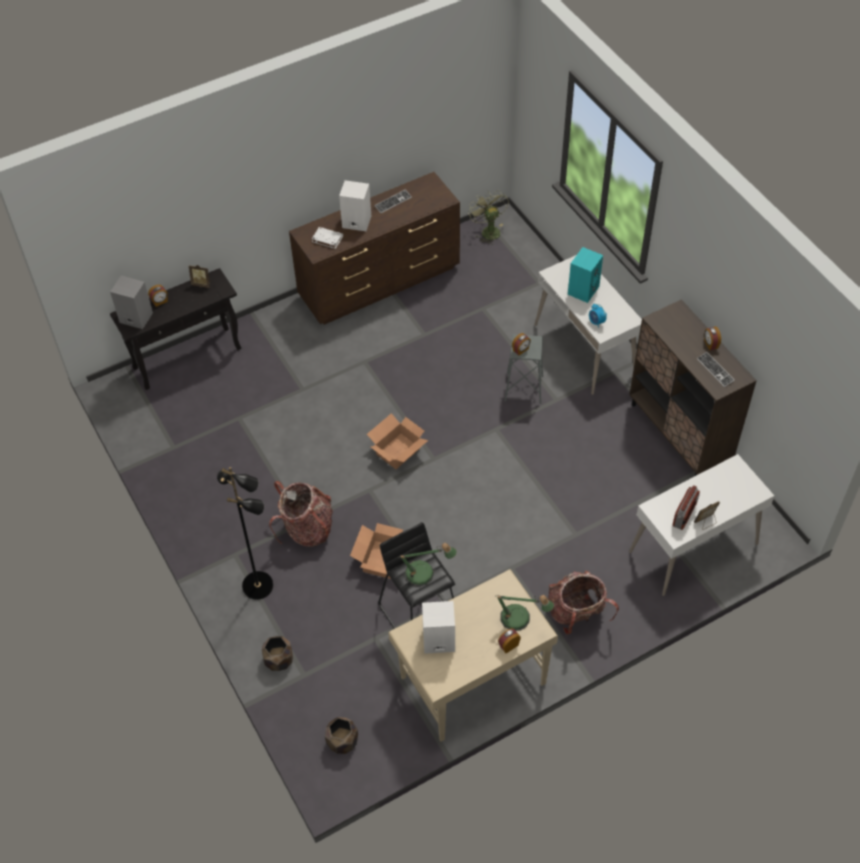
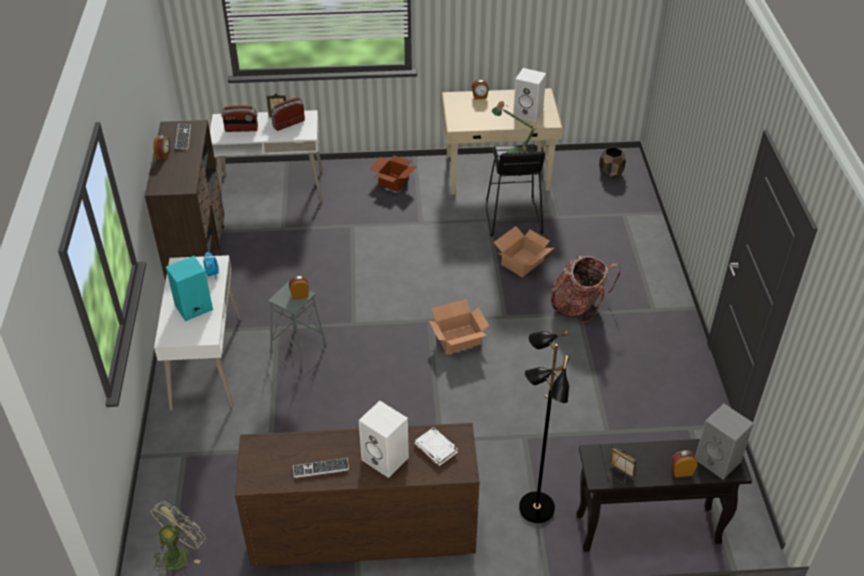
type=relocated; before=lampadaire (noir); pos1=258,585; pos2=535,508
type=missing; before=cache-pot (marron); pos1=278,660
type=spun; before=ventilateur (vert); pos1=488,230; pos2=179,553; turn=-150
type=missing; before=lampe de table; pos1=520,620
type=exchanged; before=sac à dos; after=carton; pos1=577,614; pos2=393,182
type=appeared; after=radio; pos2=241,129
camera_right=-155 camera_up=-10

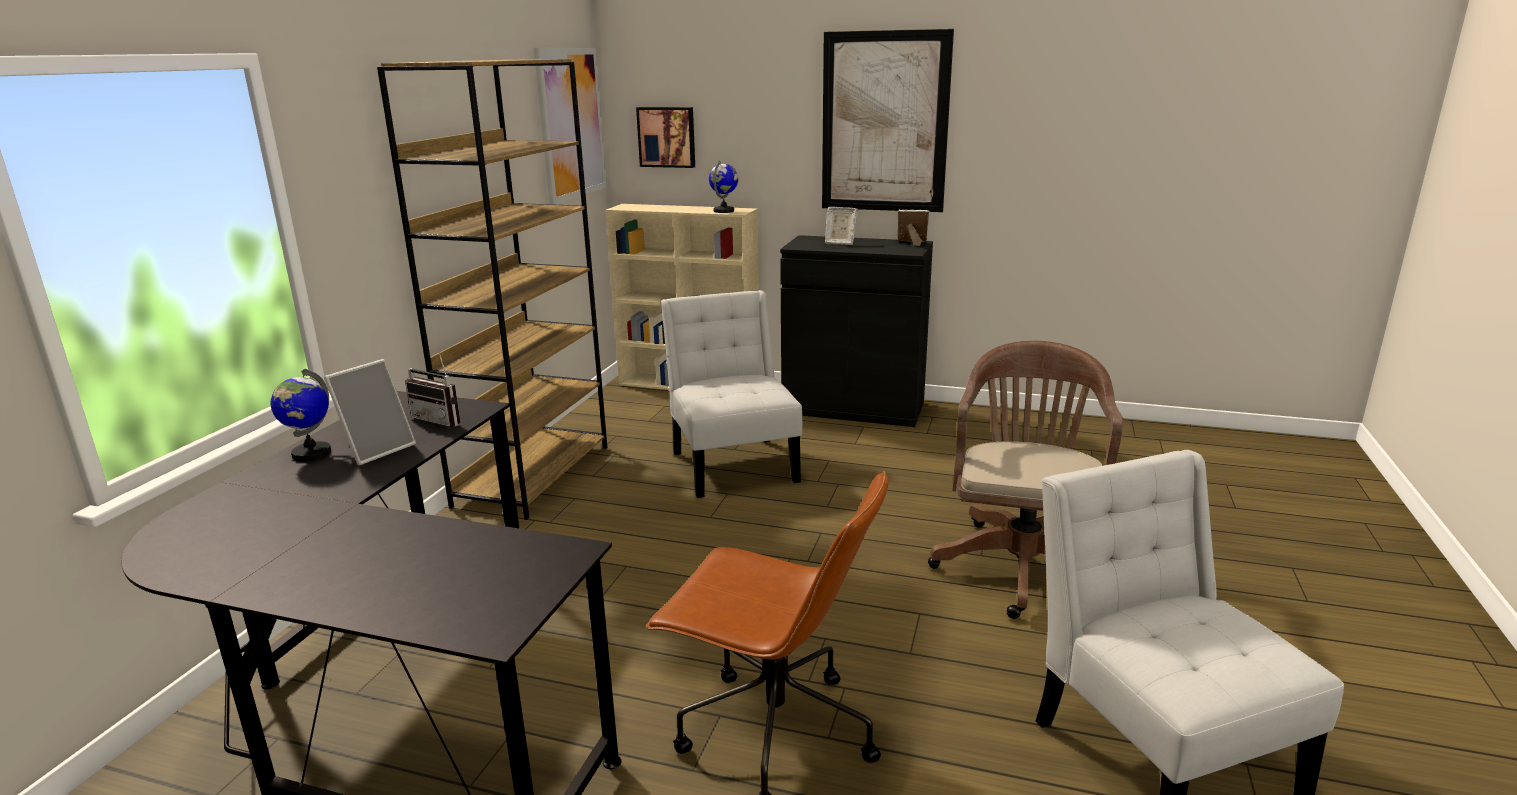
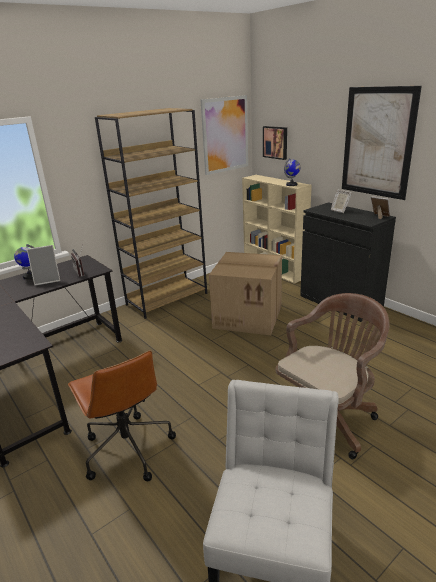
type=exchanged; before=chaise (blanc); after=carton; pos1=733,463; pos2=249,316
camera_right=35 camera_up=5

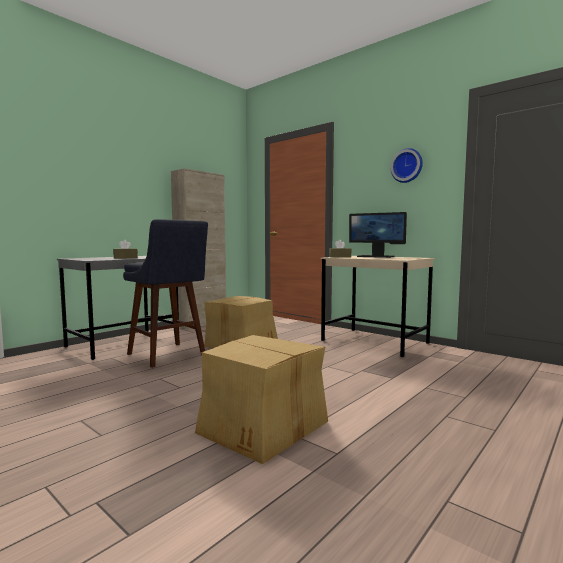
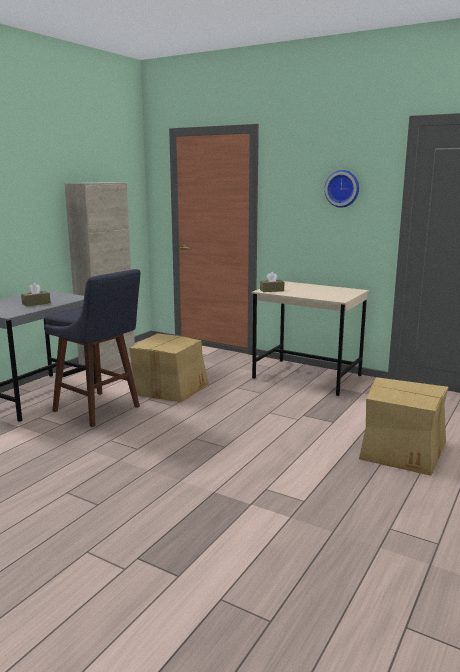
type=relocated; before=carton; pos1=261,426; pos2=402,450
type=missing; before=écran d'ordinateur; pos1=376,256
camera_right=-10 camera_up=10

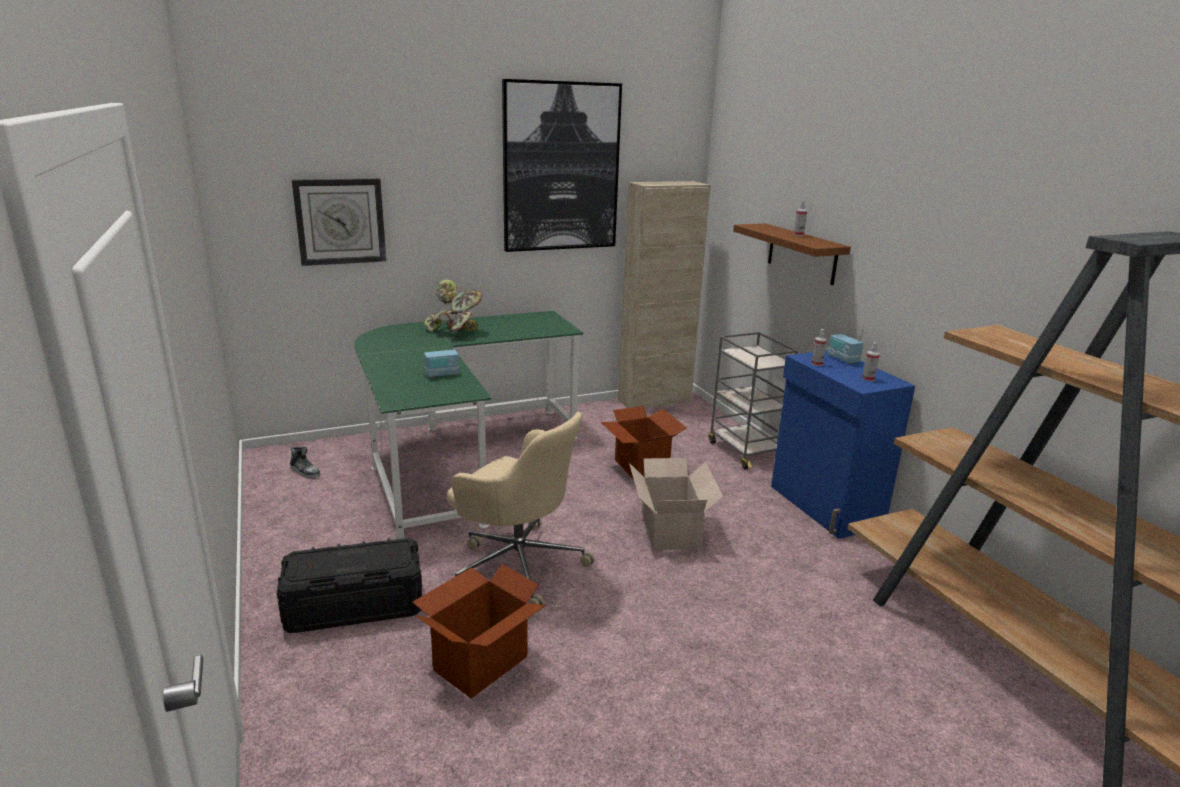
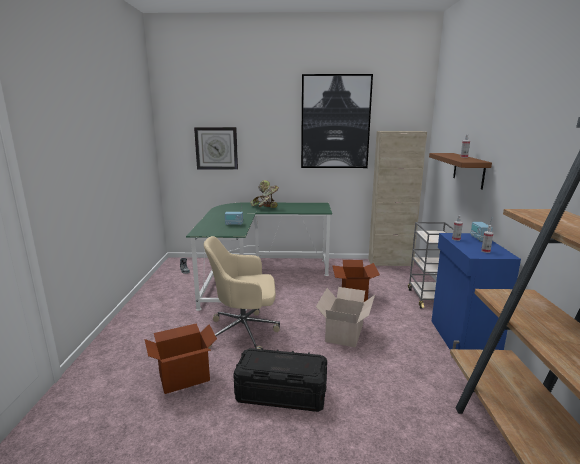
type=relocated; before=boîte de rangement (noir); pos1=355,606; pos2=281,393
type=spun; before=chaise de bureau (beige); pos1=518,564; pos2=244,332; turn=120
camera_right=25 camera_up=-5

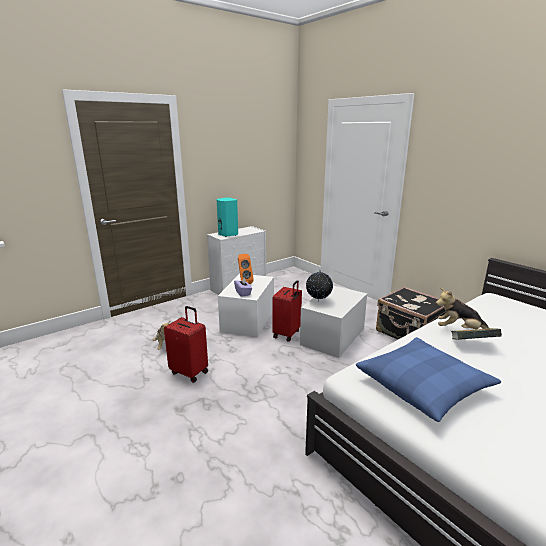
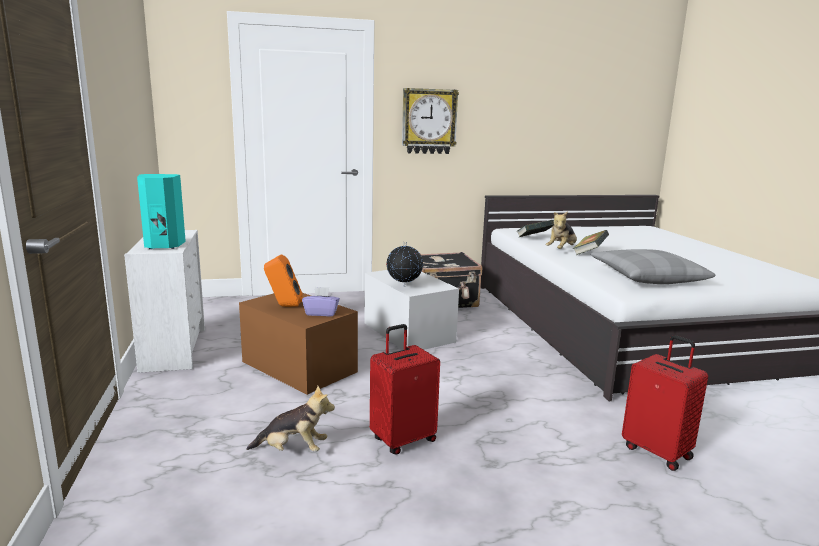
type=colour; before=boîte de rangement (blanc); after=boîte de rangement (marron); pos1=248,319; pos2=298,366
type=relocated; before=valise (rouge); pos1=287,334; pos2=657,452
type=colour; before=coussin (bleu); after=coussin (gris); pos1=423,385; pos2=647,277
type=appeared; after=horloge murale; pos2=429,121
type=appeared; after=livre; pos2=534,238
camera_right=-65 camera_up=-5

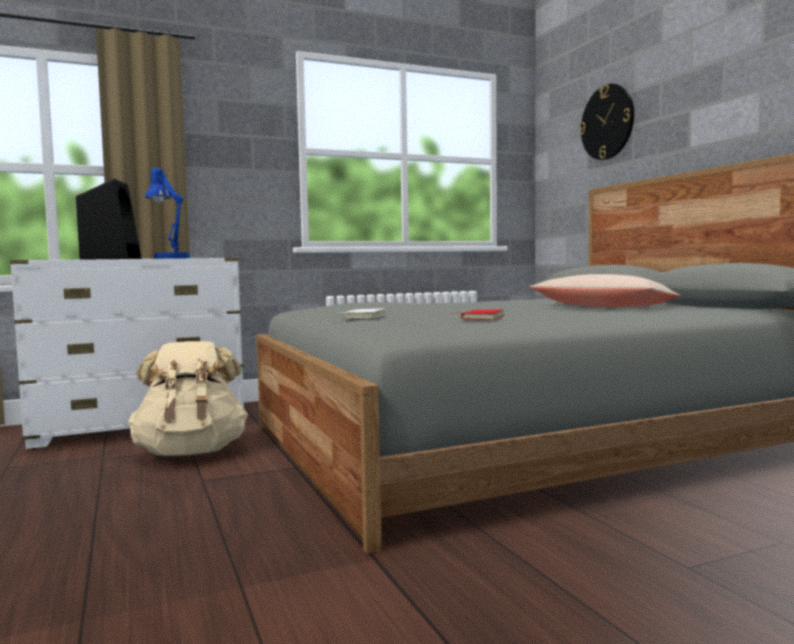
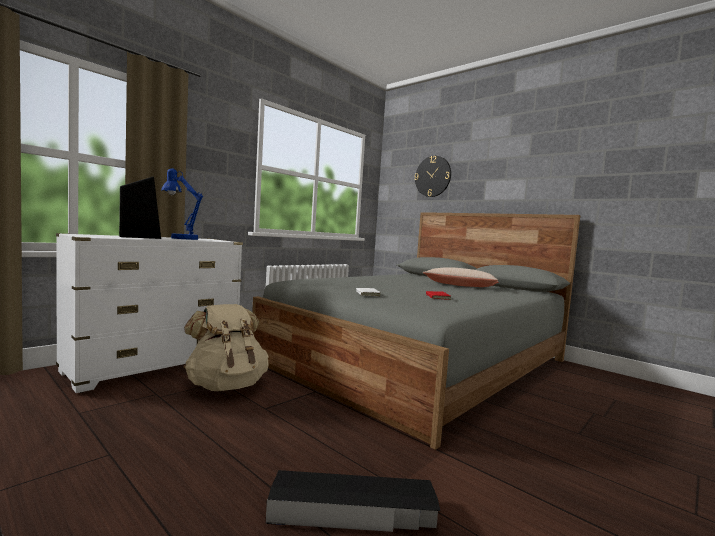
type=appeared; after=boîte de rangement (noir); pos2=353,511
camera_right=-25 camera_up=0

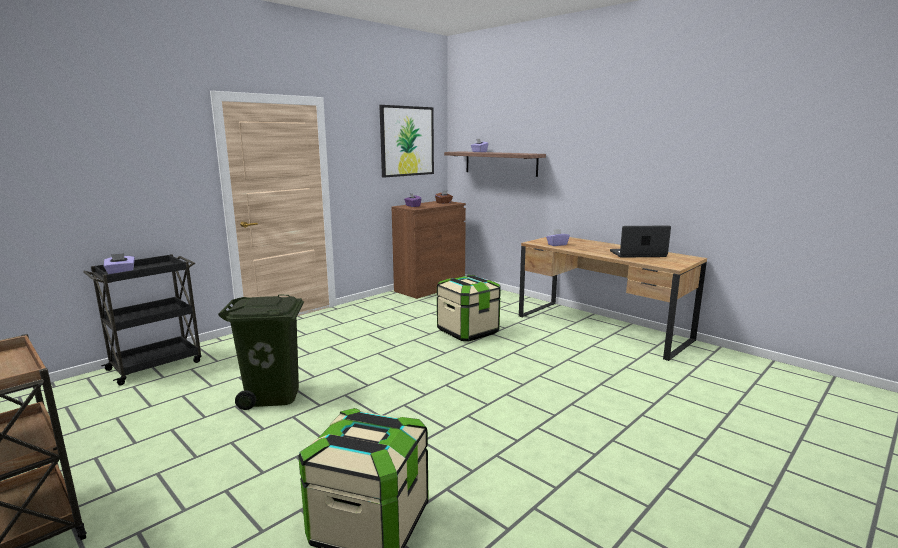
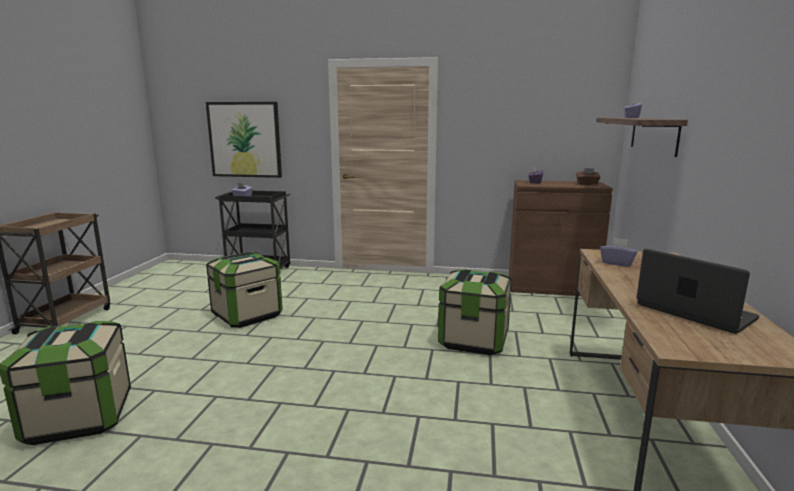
type=exchanged; before=poubelle (vert); after=boîte de rangement; pos1=273,395; pos2=247,315
type=relocated; before=tableau; pos1=407,141; pos2=245,139
camera_right=55 camera_up=0

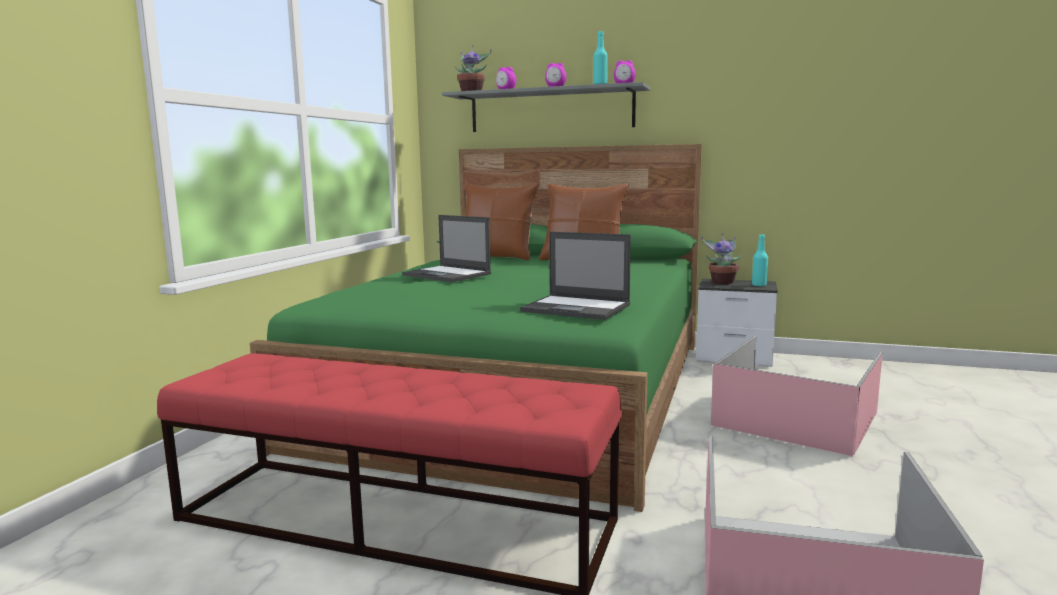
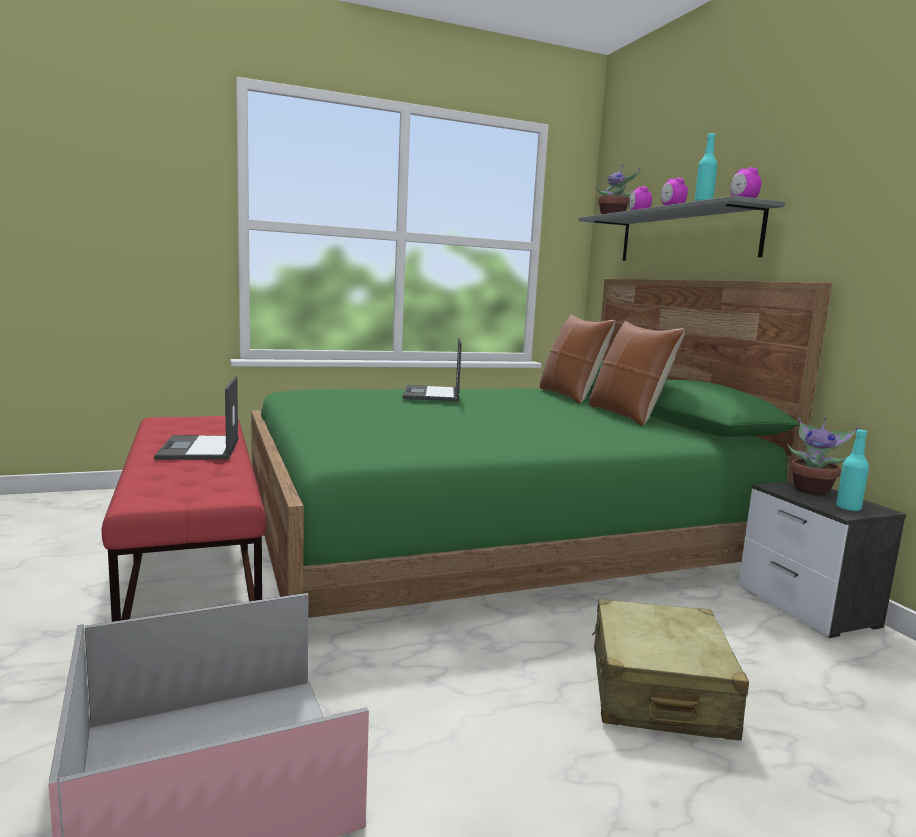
type=relocated; before=ordinateur portable; pos1=577,308; pos2=199,449
type=exchanged; before=boîte de rangement (rose); after=valise (beige); pos1=797,419; pos2=658,691
camera_right=50 camera_up=0

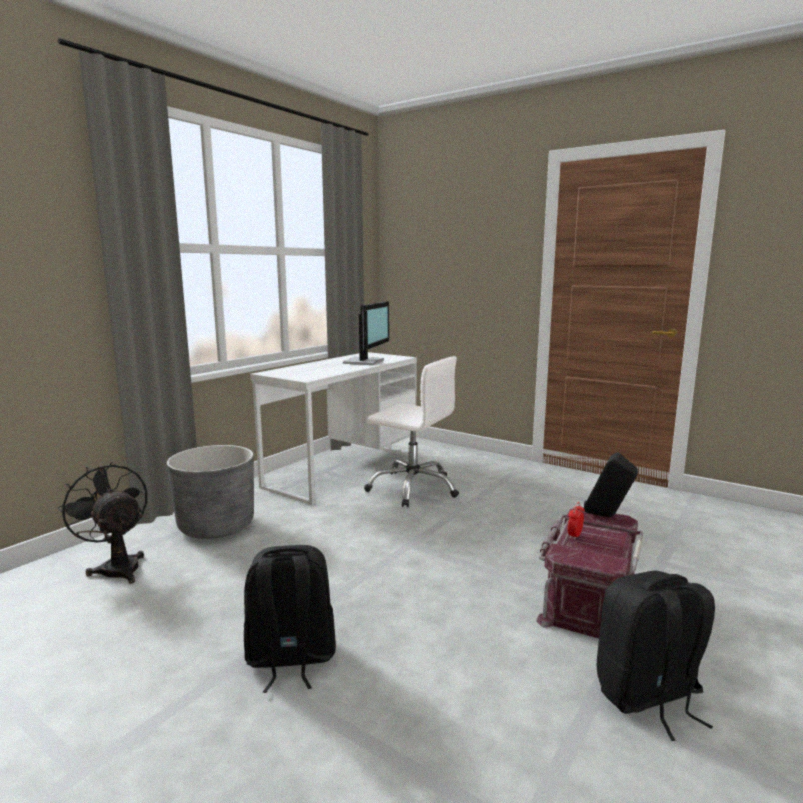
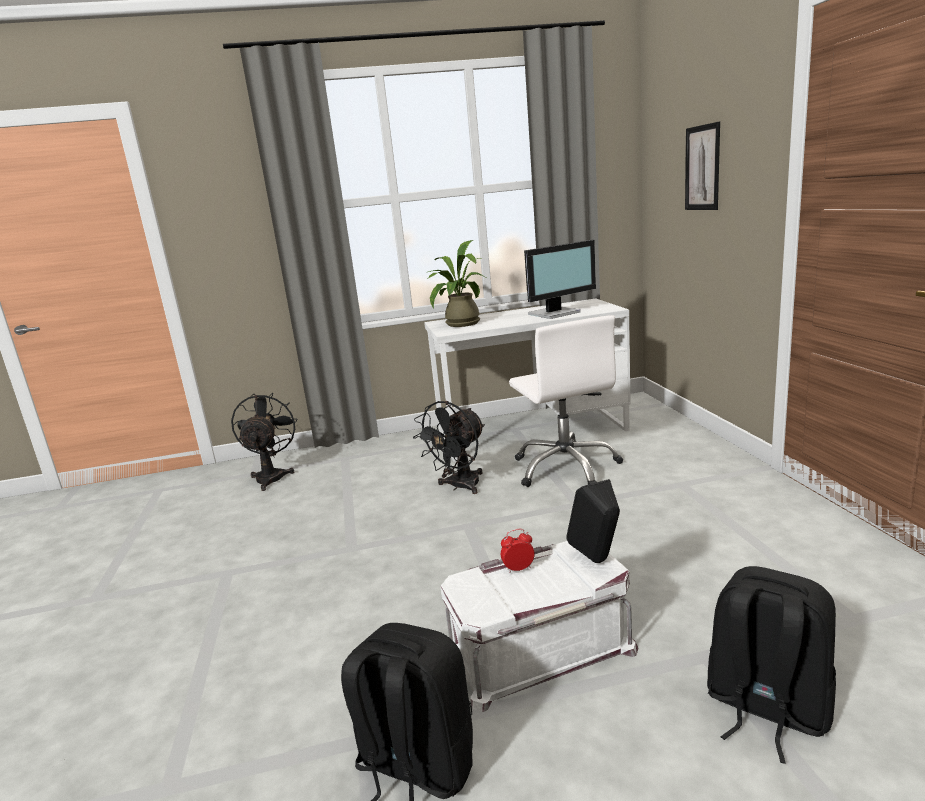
type=missing; before=cache-pot (gris); pos1=216,526
type=relocated; before=sac à dos (noir); pos1=290,659; pos2=765,709
type=colour; before=boîte de rangement (rouge); after=boîte de rangement (blanc); pos1=587,596; pos2=538,648
type=appeared; after=ventilateur (noir); pos2=459,487
type=appeared; after=plante en pot; pos2=459,324
type=appeared; after=tableau; pos2=702,168
camera_right=45 camera_up=5

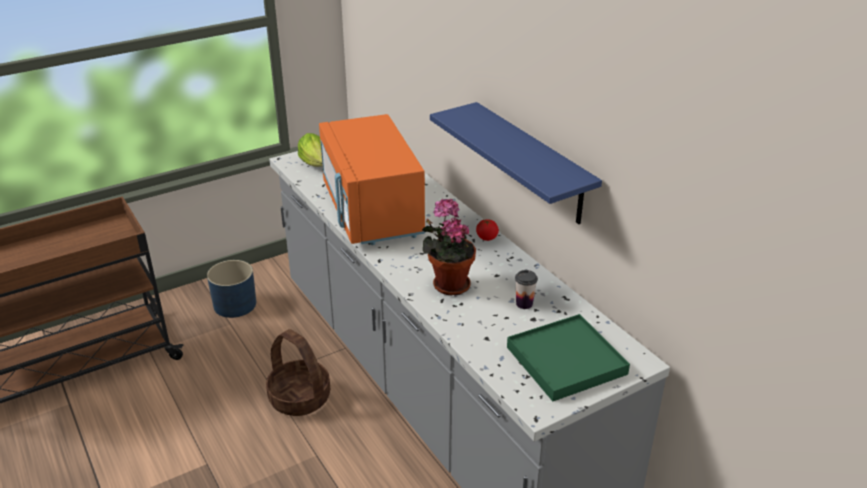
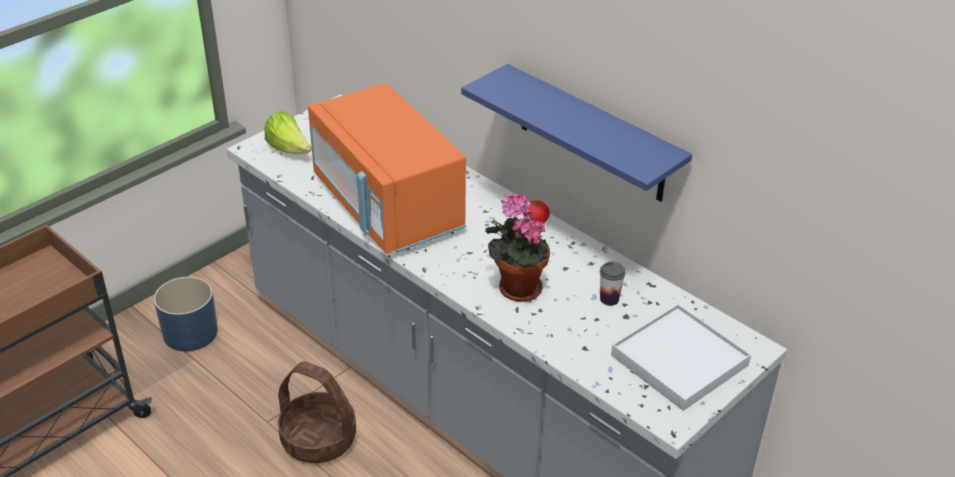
type=colour; before=plateau (vert); after=plateau (blanc); pos1=566,360; pos2=679,360
camera_right=-15 camera_up=5

